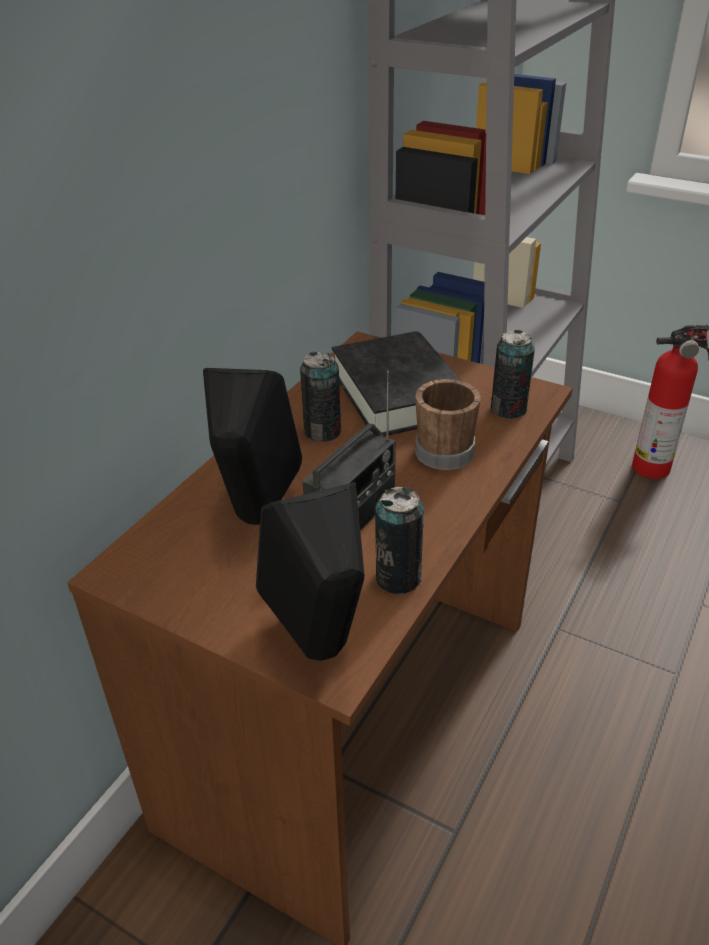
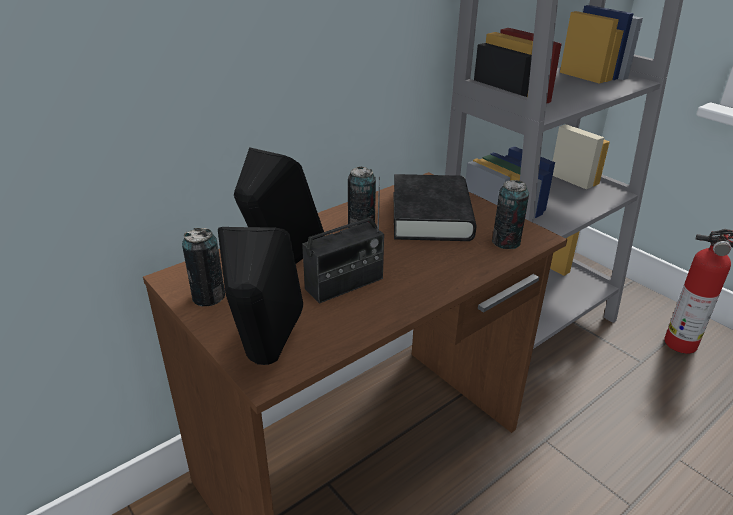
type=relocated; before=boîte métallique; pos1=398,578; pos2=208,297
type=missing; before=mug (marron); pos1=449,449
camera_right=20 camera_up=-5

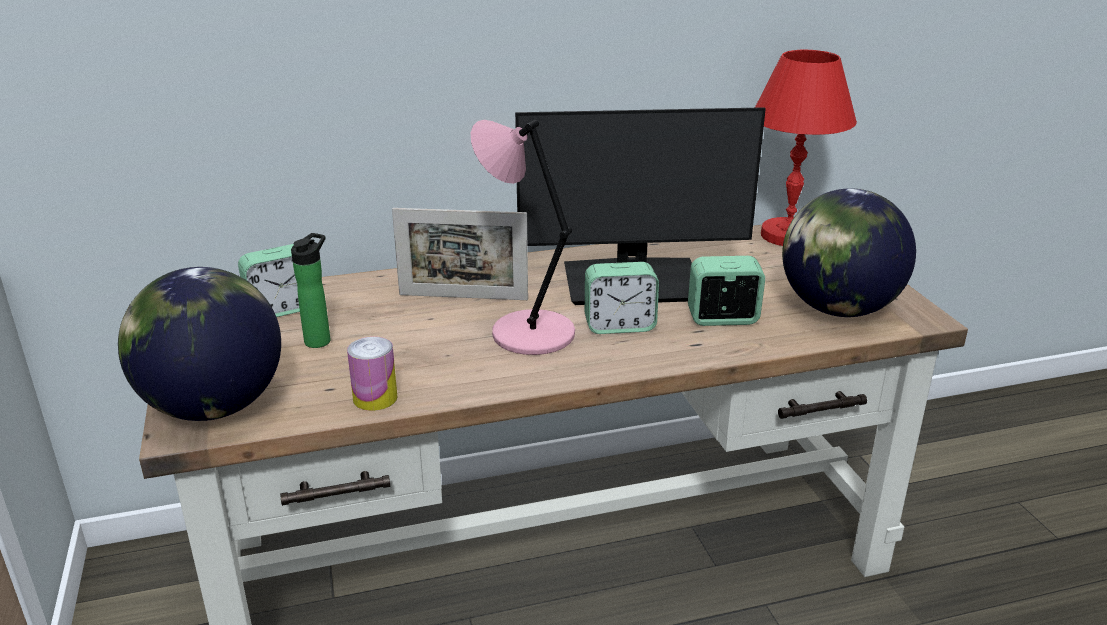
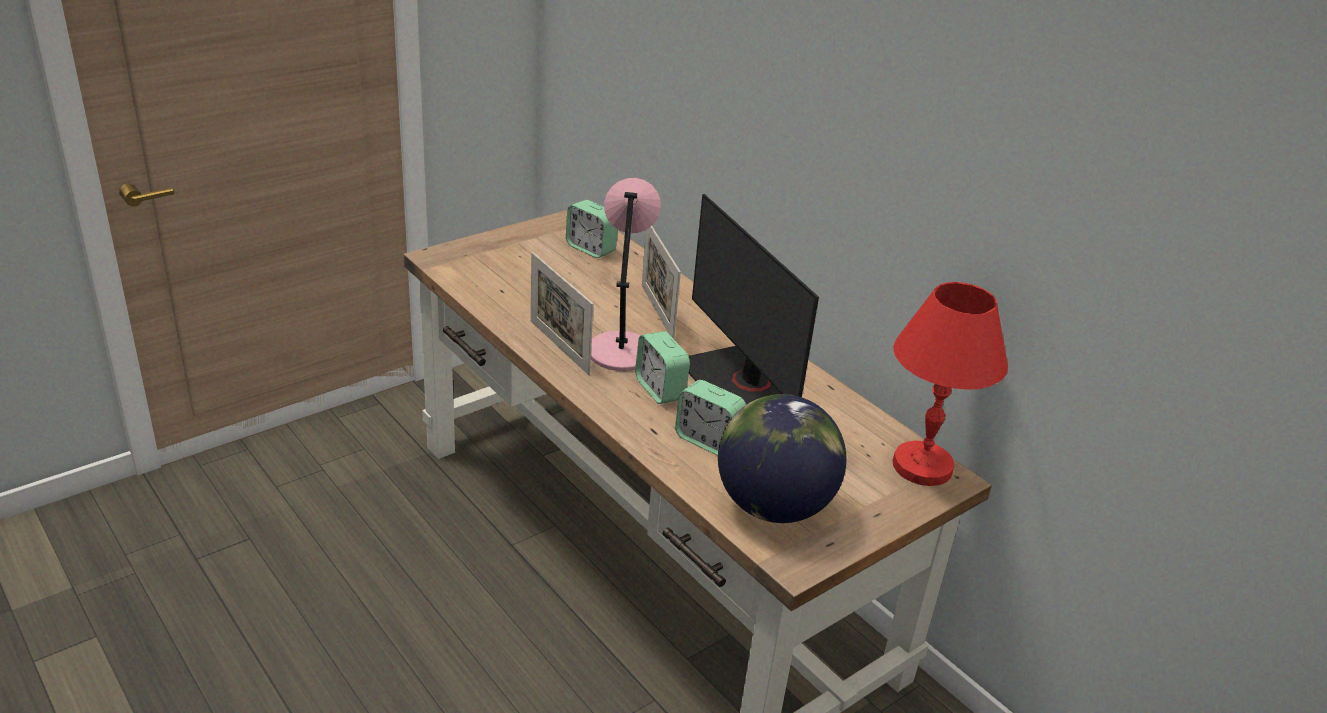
type=missing; before=globe; pos1=214,408
type=missing; before=bouteille; pos1=320,340
type=missing; before=boîte métallique; pos1=375,398
type=spun; before=réveil; pos1=723,319; pos2=707,440; turn=150
type=appeared; after=cadre photo; pos2=559,347
camera_right=65 camera_up=5

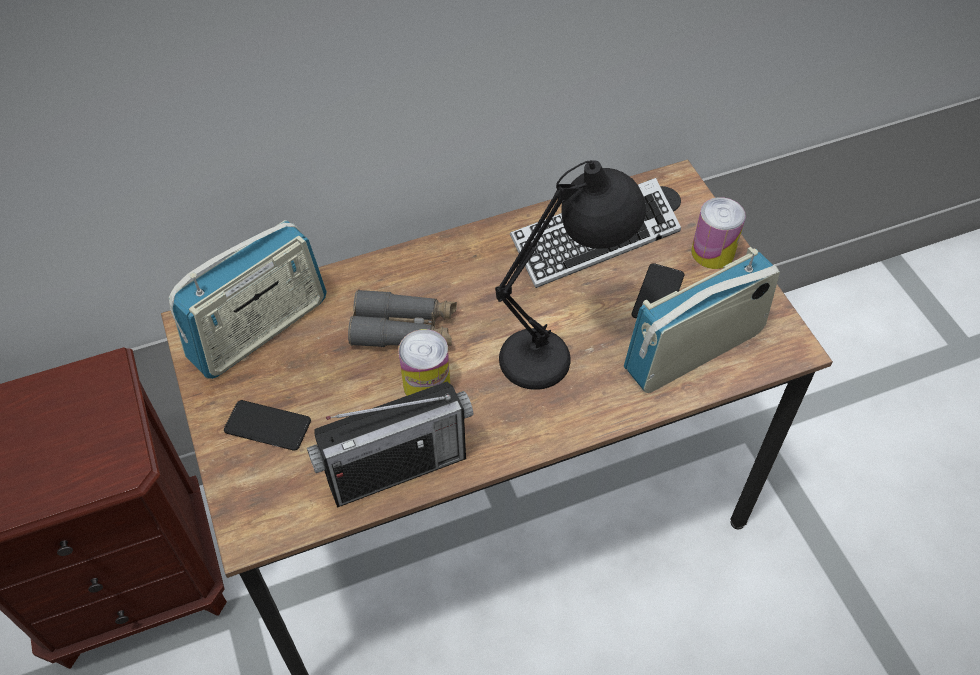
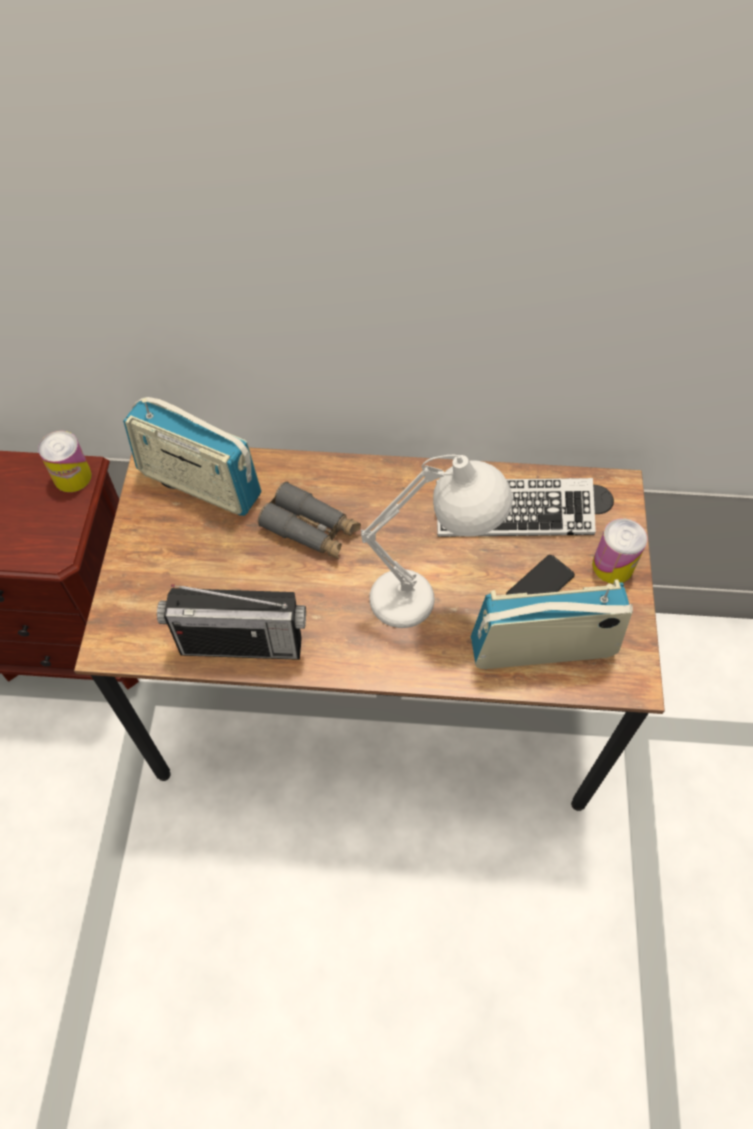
type=spun; before=radio; pos1=259,330; pos2=199,484; turn=45
type=missing; before=téléphone; pos1=267,426
type=relocated; before=boîte métallique; pos1=426,385; pos2=72,477
type=colour; before=lampe de table (noir); after=lampe de table (blanc); pos1=562,349; pos2=430,600
camera_right=25 camera_up=5

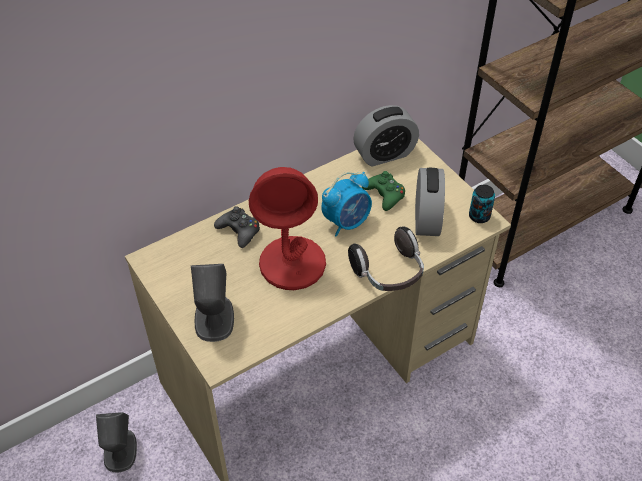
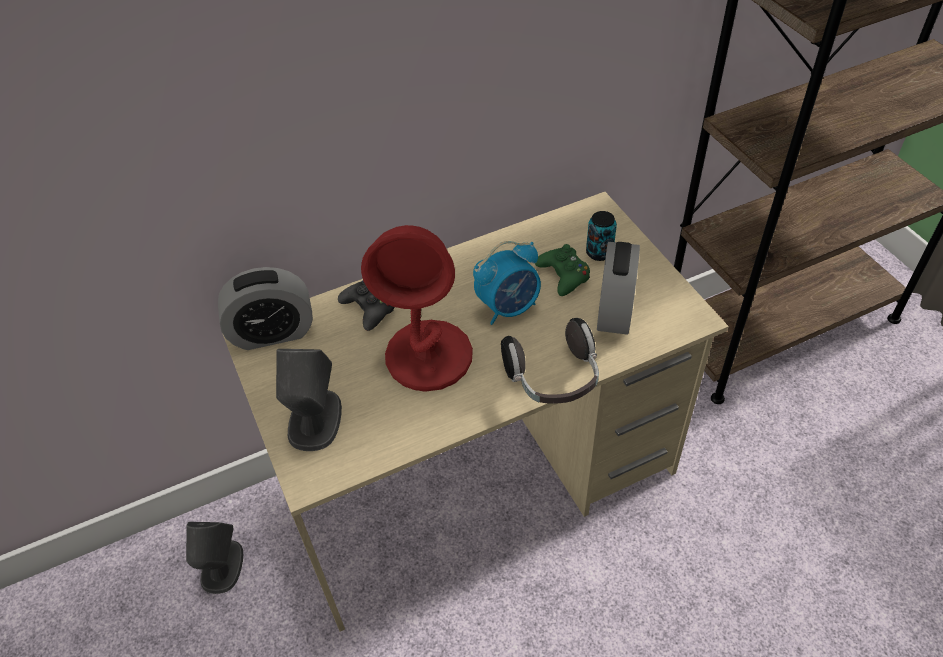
type=relocated; before=réveil; pos1=384,154; pos2=272,333
type=relocated; before=boîte métallique; pos1=479,216; pos2=599,253
camera_right=10 camera_up=0

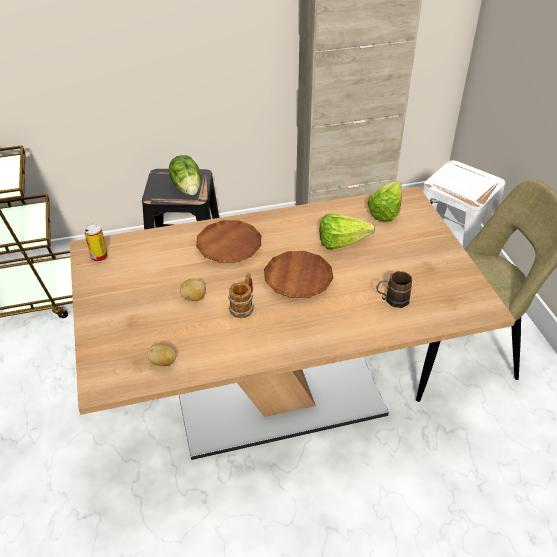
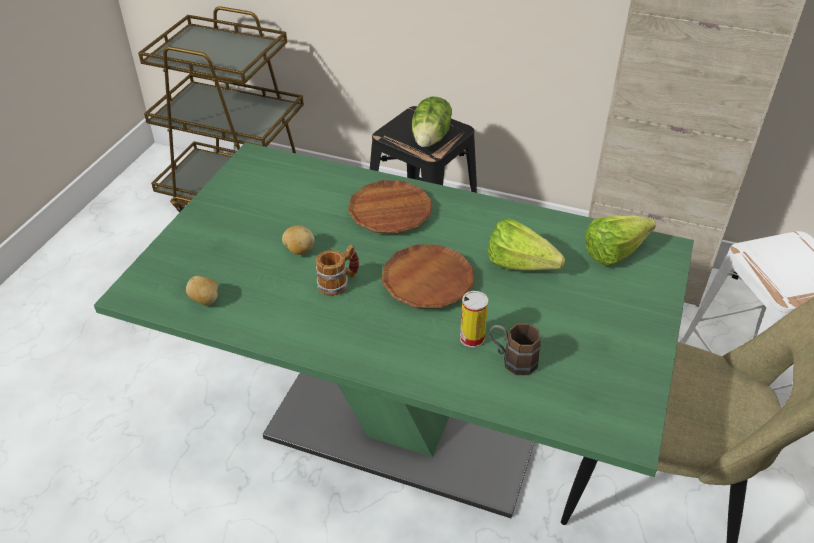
type=colour; before=table à manger (marron); after=table à manger (vert); pos1=278,394; pos2=407,421
type=relocated; before=boîte métallique; pos1=99,257; pos2=472,338
camera_right=35 camera_up=0

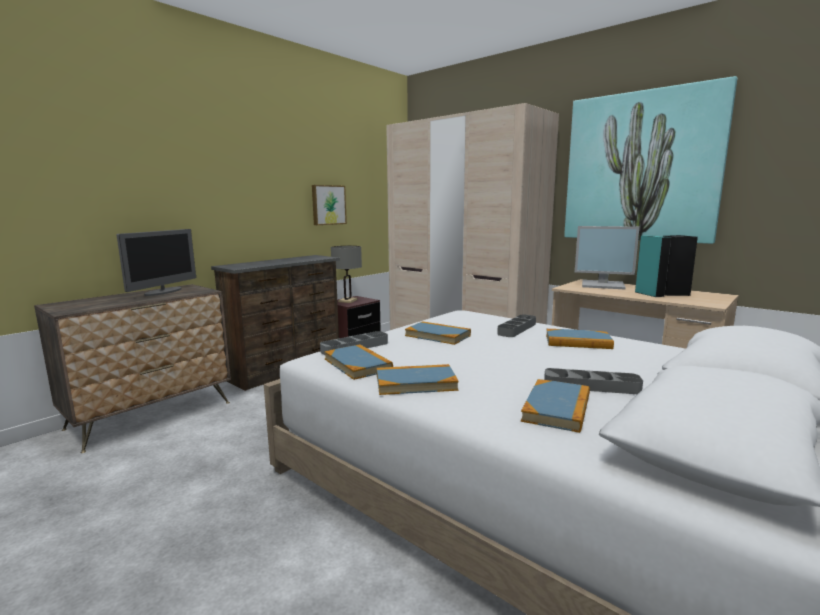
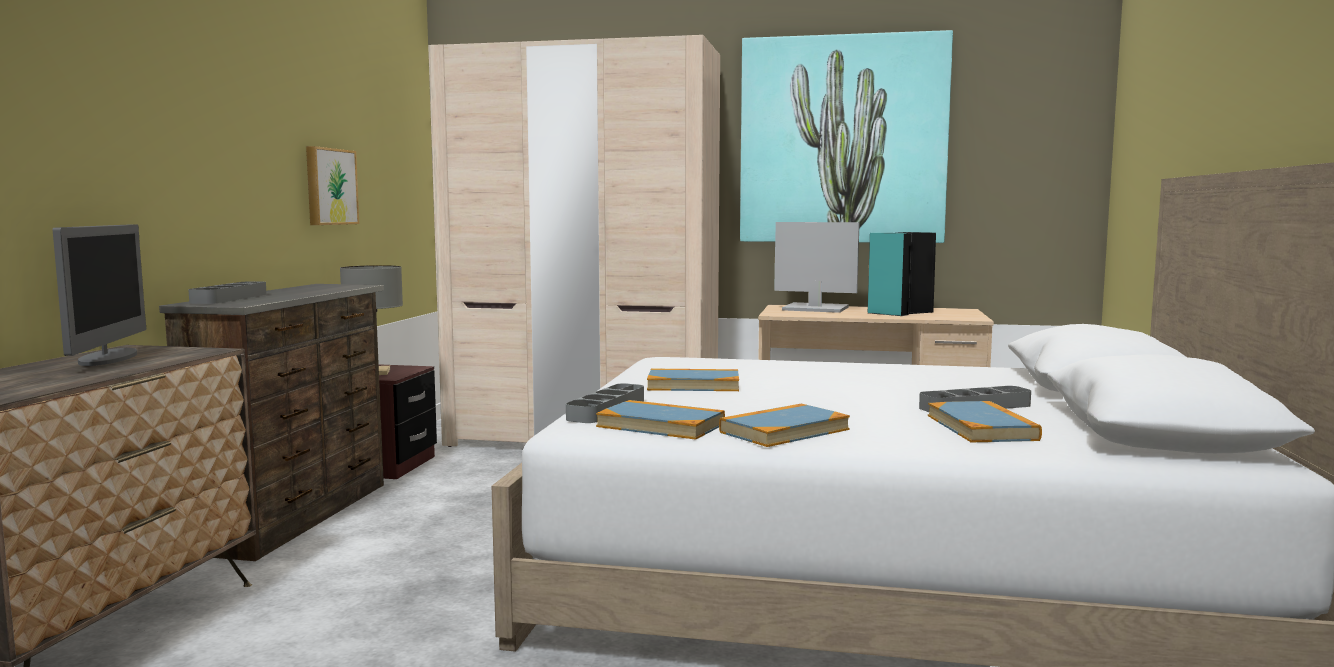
type=relocated; before=plateau (gris); pos1=517,329; pos2=229,298
type=missing; before=livre; pos1=578,342
type=spun; before=écran d'ordinateur; pos1=603,285; pos2=814,308; turn=-150
camera_right=-30 camera_up=-5

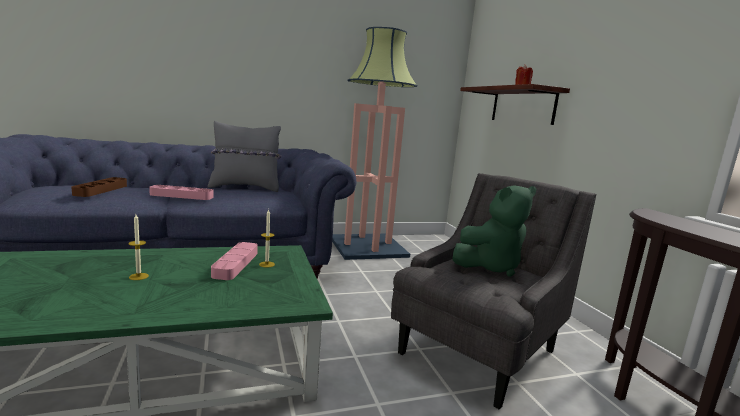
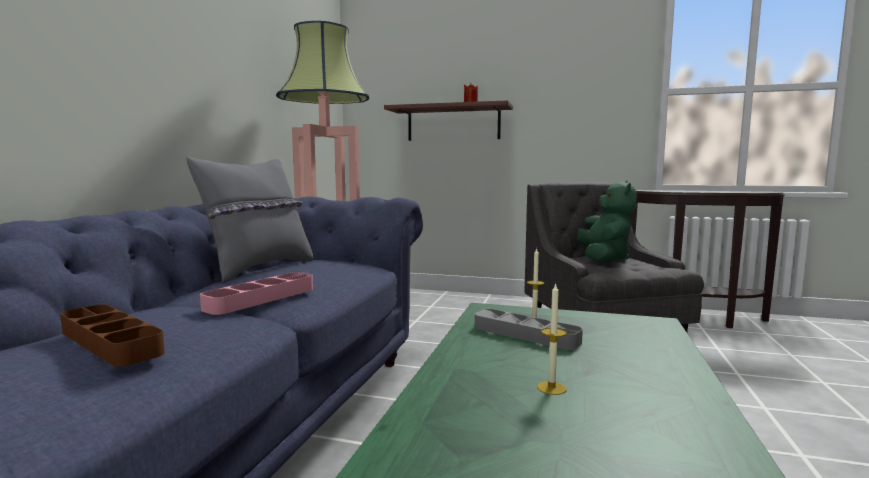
type=colour; before=plateau (rose); after=plateau (gris); pos1=236,264; pos2=525,334
camera_right=-55 camera_up=-5

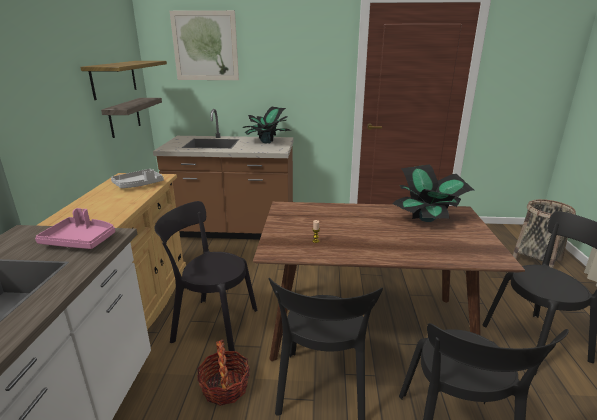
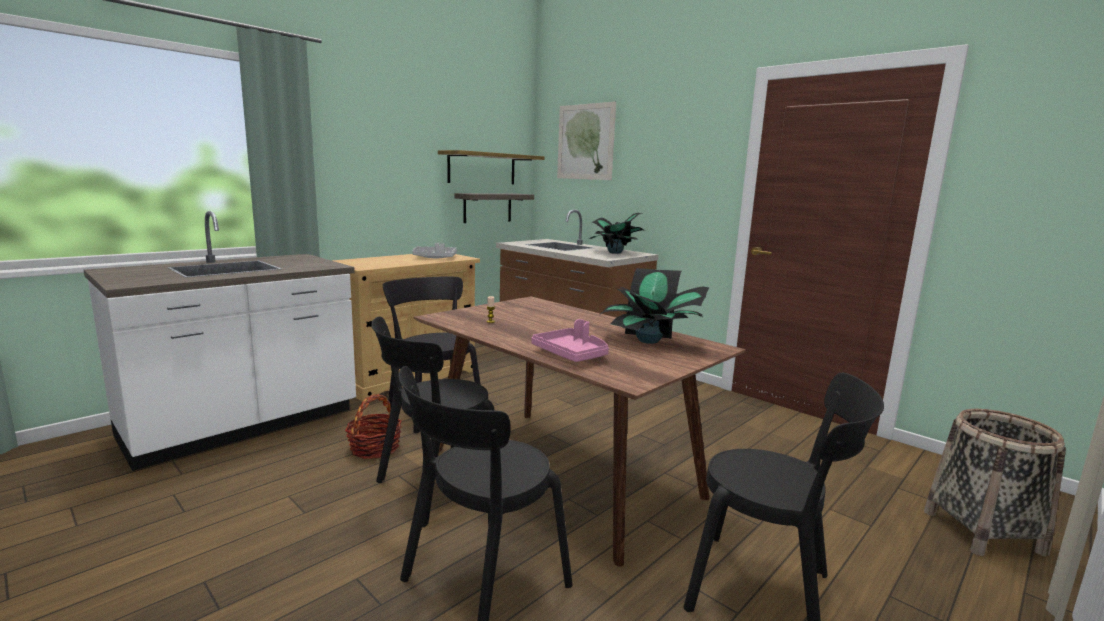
type=relocated; before=plateau (rose); pos1=81,241; pos2=572,354
camera_right=40 camera_up=-10

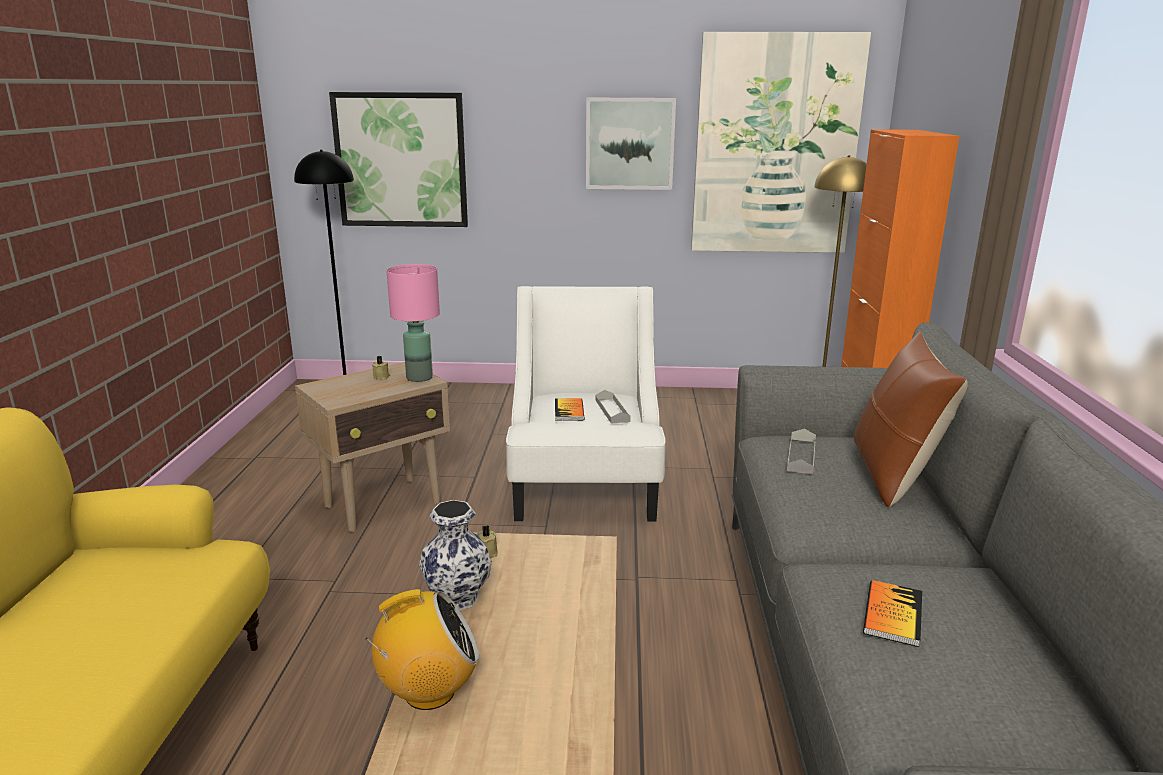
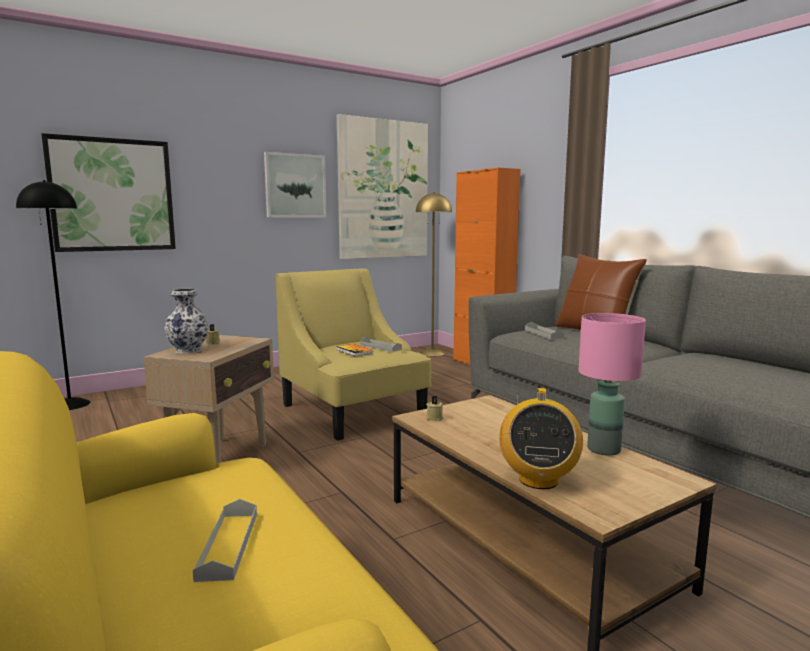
type=spun; before=radio; pos1=429,692; pos2=538,480; turn=150
type=relocated; before=lampe de table (rose); pos1=420,377; pos2=603,449
type=relocated; before=vase; pos1=456,597; pos2=187,350
type=colour; before=fauteuil (blanc); after=fauteuil (jaune); pos1=585,482; pos2=353,411
type=missing; before=livre; pos1=892,614
type=appeared; after=plateau (gris); pos2=228,545
camera_right=-35 camera_up=-10

